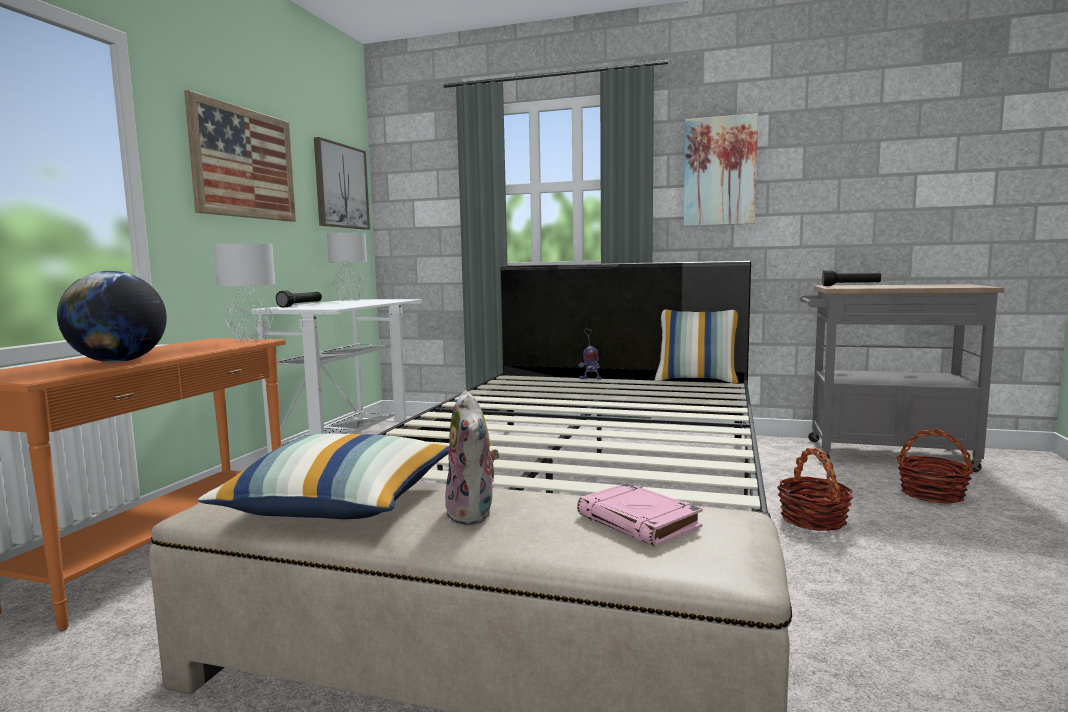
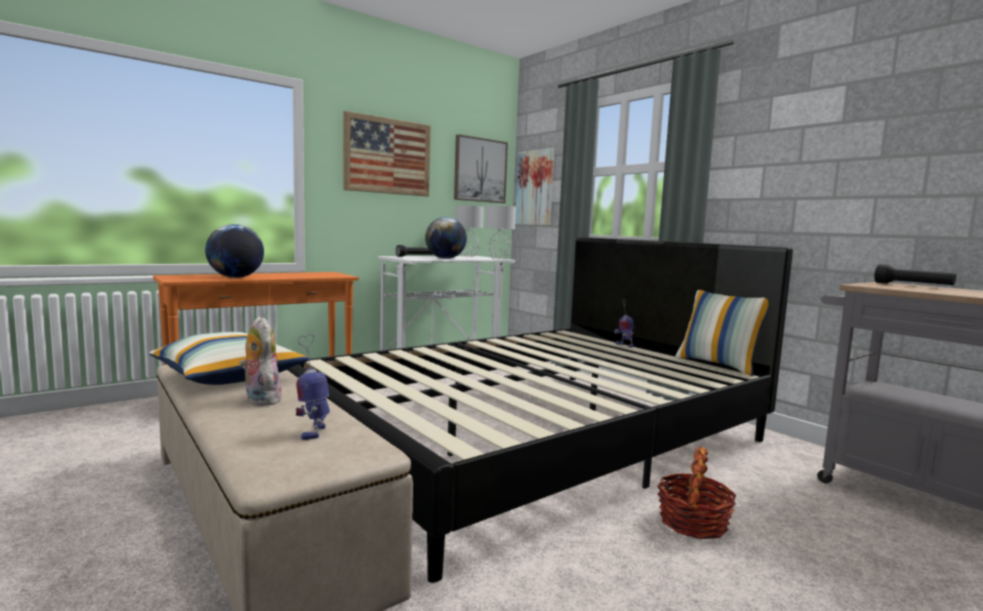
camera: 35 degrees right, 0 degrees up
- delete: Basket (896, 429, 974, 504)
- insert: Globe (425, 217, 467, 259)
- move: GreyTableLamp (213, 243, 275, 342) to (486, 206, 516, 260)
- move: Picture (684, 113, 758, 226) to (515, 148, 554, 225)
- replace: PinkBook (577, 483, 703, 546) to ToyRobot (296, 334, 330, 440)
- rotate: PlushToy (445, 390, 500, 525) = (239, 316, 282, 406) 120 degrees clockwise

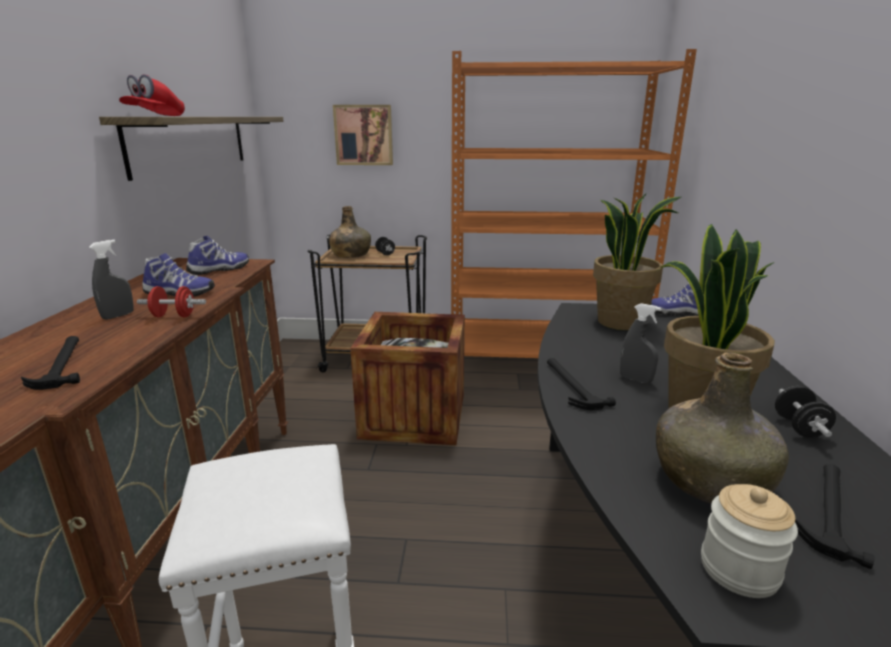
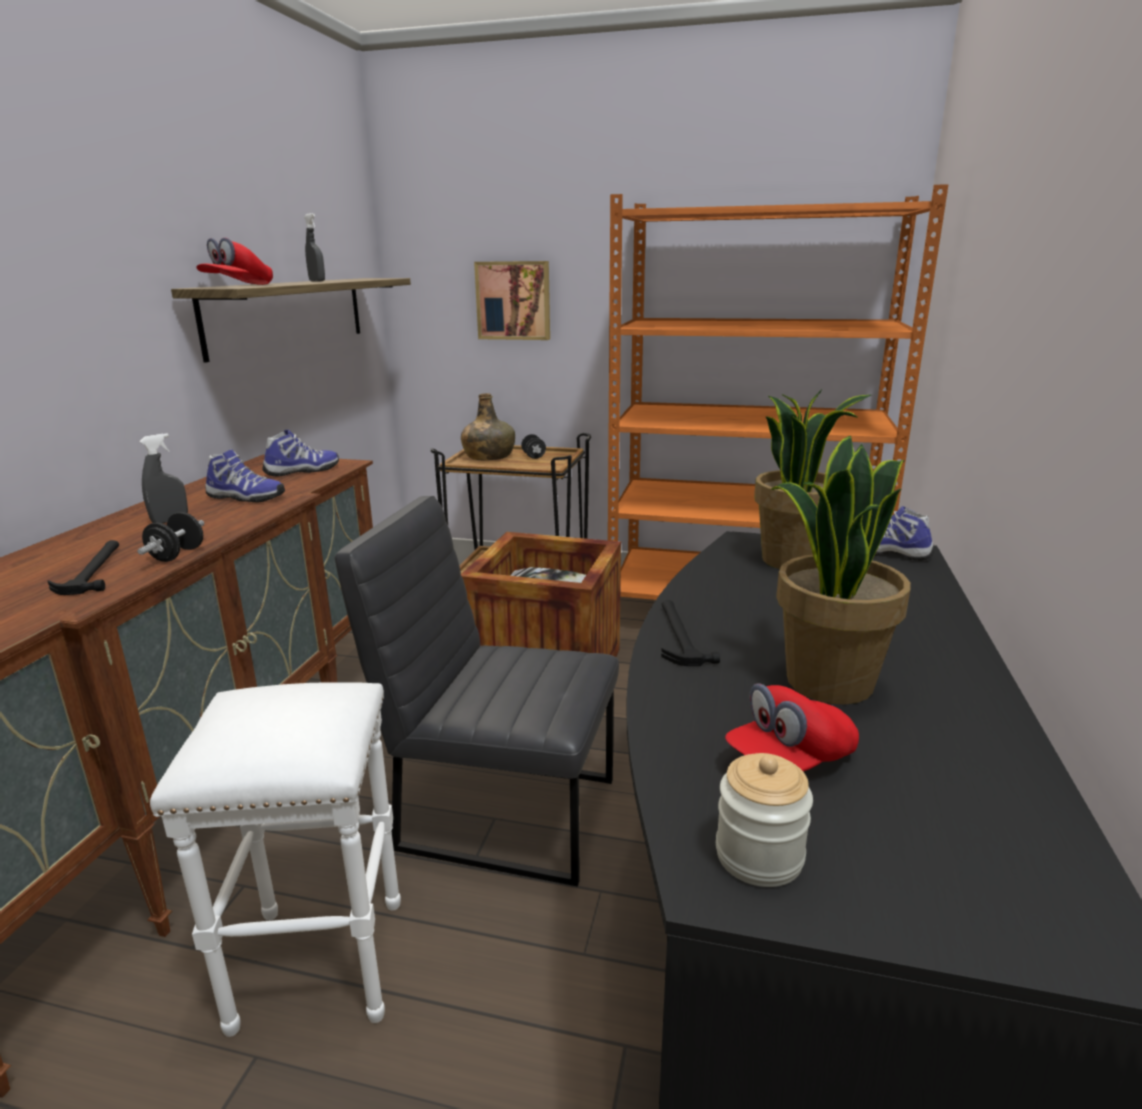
camera: 10 degrees right, 0 degrees up
- delete: RedDumbbell (137, 286, 206, 317)
- delete: Hammer (795, 464, 874, 569)
- insert: GreyChair (335, 496, 619, 886)
- move: GreySprayBottle (620, 303, 661, 383) to (304, 213, 325, 282)
- move: BlackDumbbell (775, 386, 836, 438) to (137, 512, 205, 562)
- replace: GreenBottle (656, 352, 789, 504) to RedCap (725, 683, 859, 772)

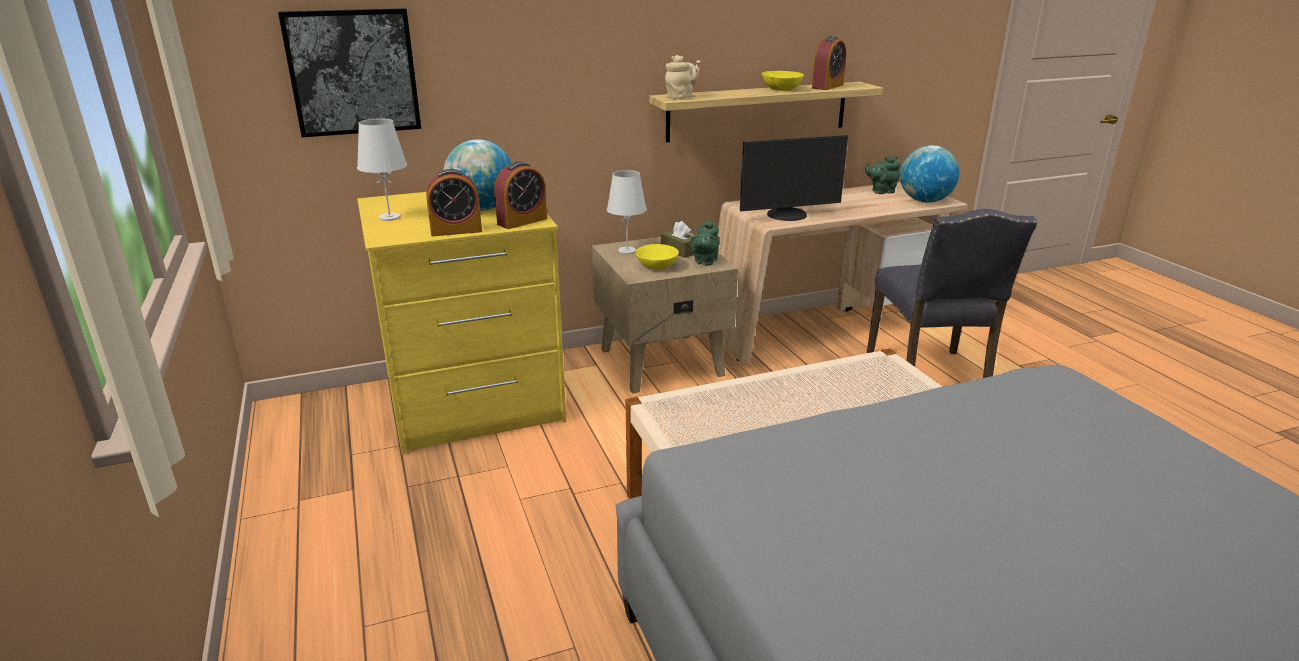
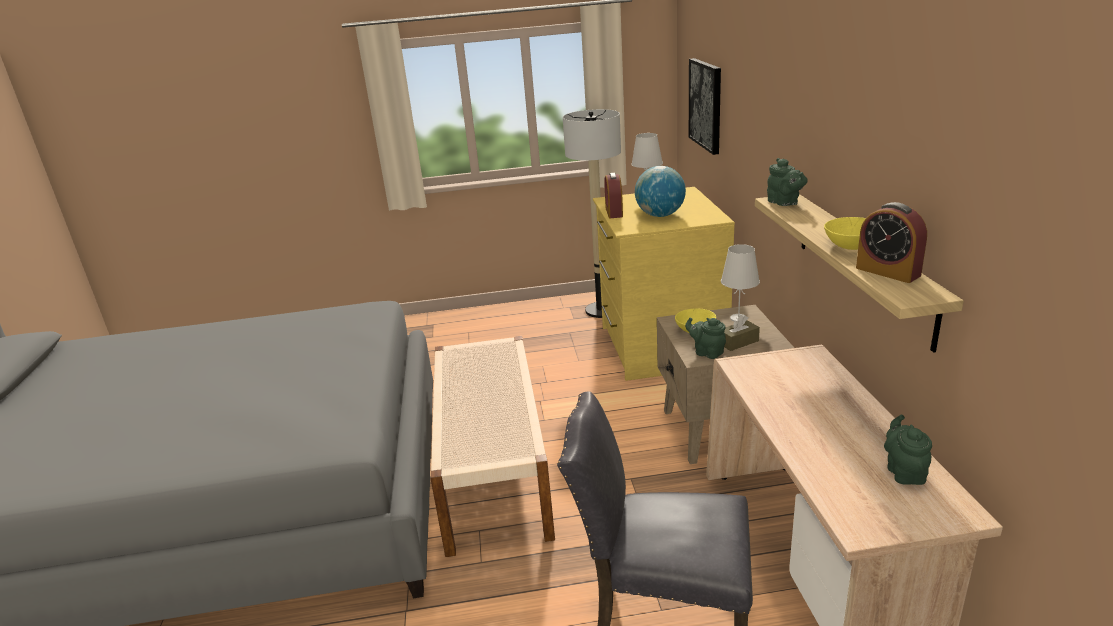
camera: 105 degrees right, 0 degrees up
- delete: AlarmClock (494, 161, 547, 229)
- delete: Monitor (740, 135, 848, 221)
- delete: Globe (900, 145, 960, 203)
- insert: FloorLamp (563, 109, 621, 318)
- recolor: BeigeTeapot (665, 55, 700, 99) to GreenTeapot (767, 158, 808, 206)

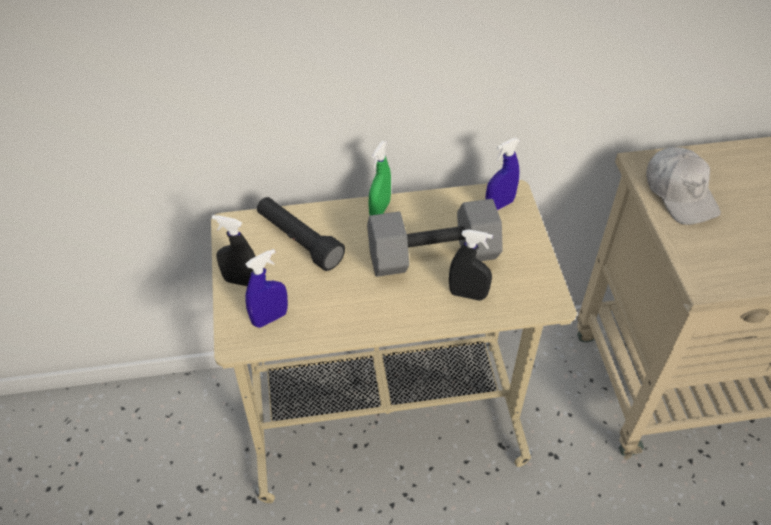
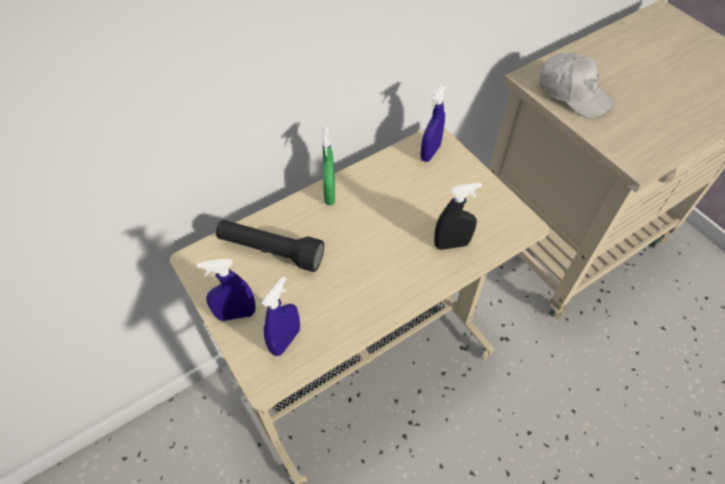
camera: 25 degrees left, 5 degrees up
- delete: GreyDumbbell (367, 199, 503, 277)
- recolor: BlackSprayBottle (212, 215, 256, 286) to BlueSprayBottle (197, 259, 256, 321)

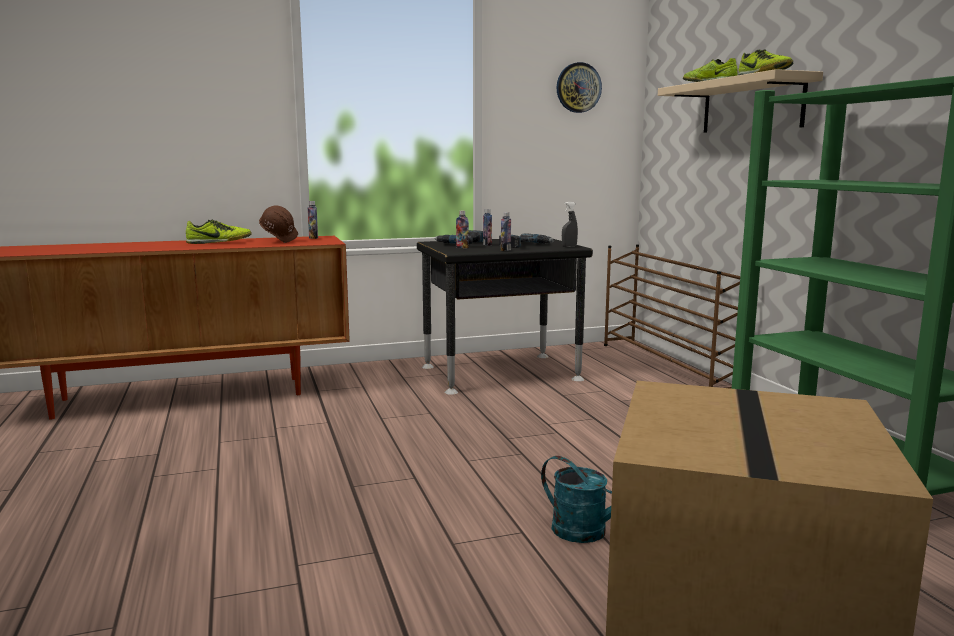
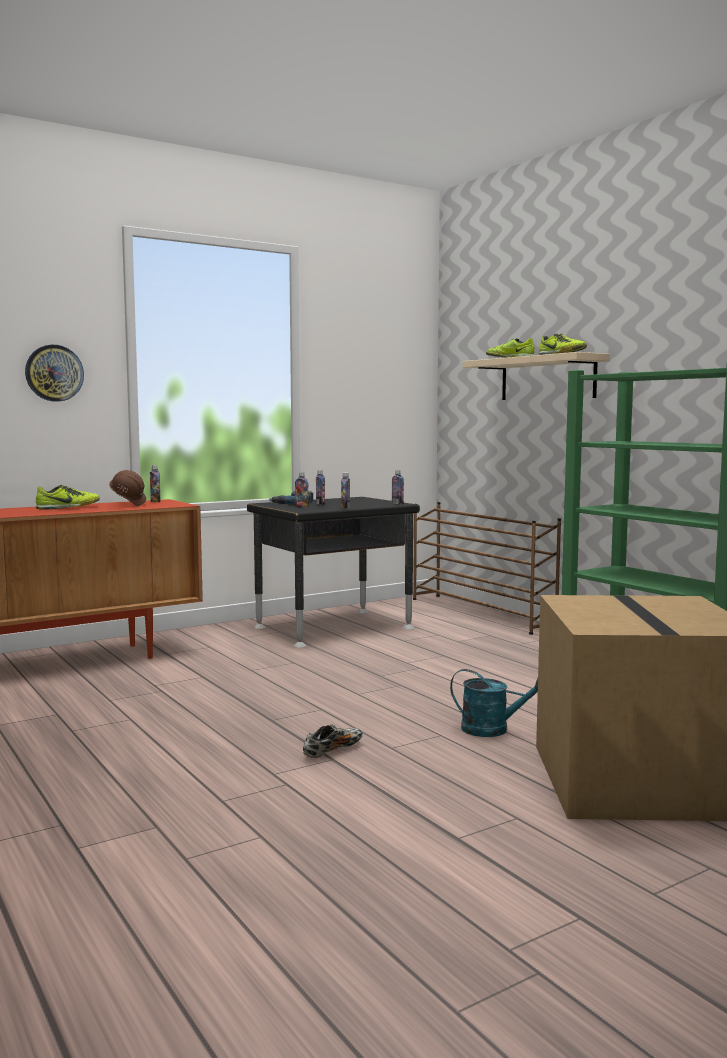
camera: 15 degrees left, 5 degrees down
- delete: PowerDrill (499, 233, 554, 248)
- insert: Shoe (303, 724, 363, 758)
- move: WallClock (556, 62, 602, 113) to (25, 345, 84, 402)
- replace: GreySprayBottle (562, 202, 578, 247) to Bottle (392, 470, 404, 504)

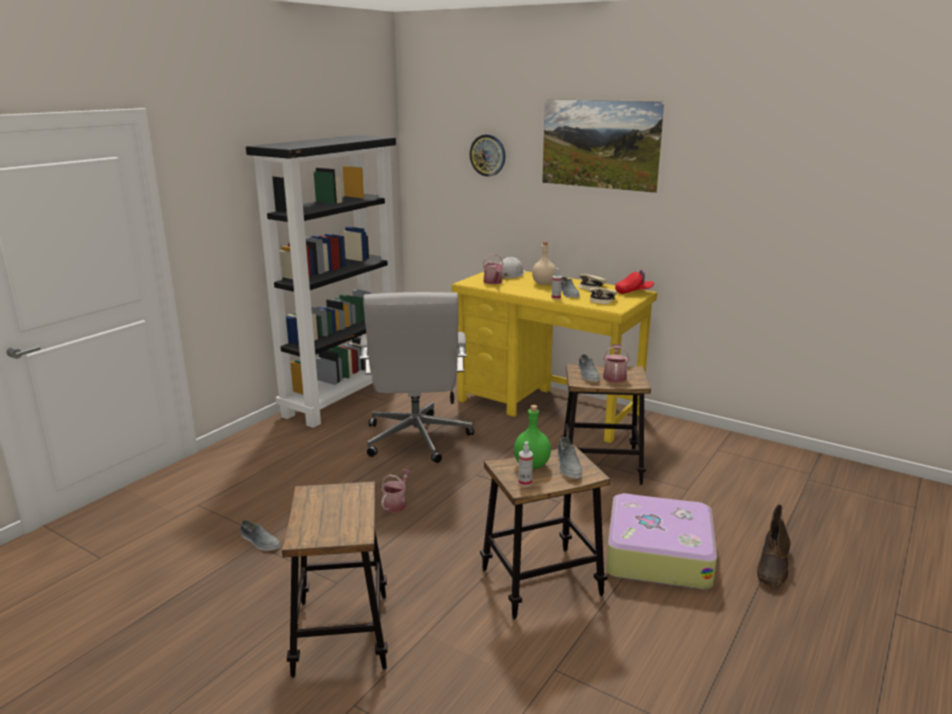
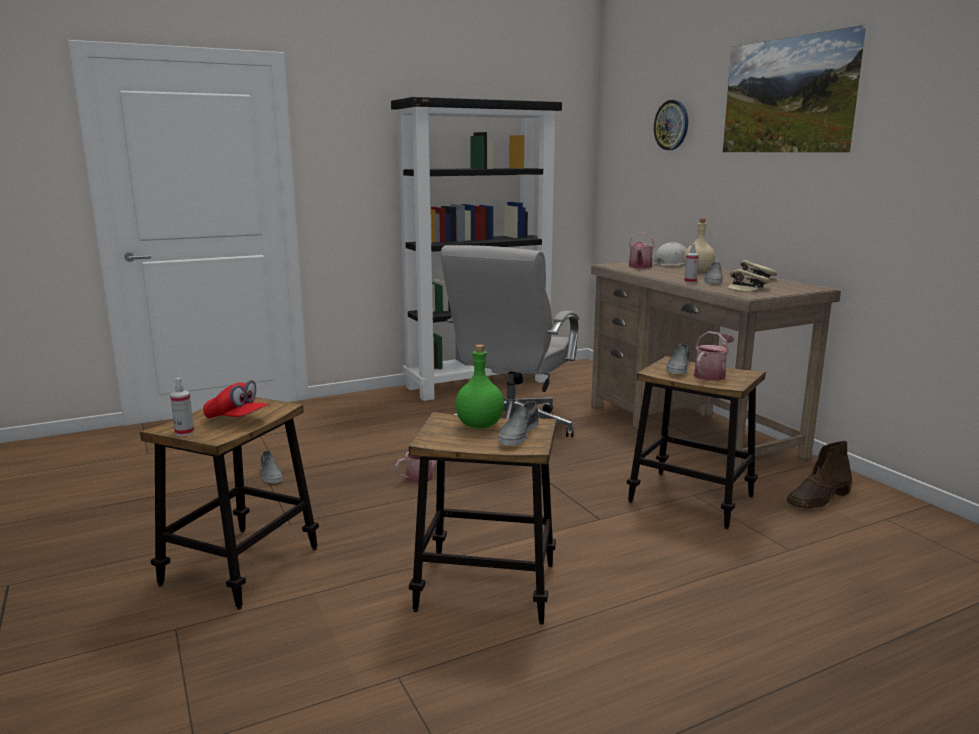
camera: 30 degrees right, 5 degrees down
- delete: Suitcase (606, 493, 717, 590)
- move: SprayBottle (518, 441, 533, 486) to (170, 378, 194, 436)
- move: RedCap (615, 270, 654, 294) to (203, 380, 269, 418)
- move: BrownBoot (757, 504, 790, 587) to (787, 441, 852, 509)
- recolor: YellowDesk (452, 271, 657, 443) to BrownDesk (591, 260, 841, 478)

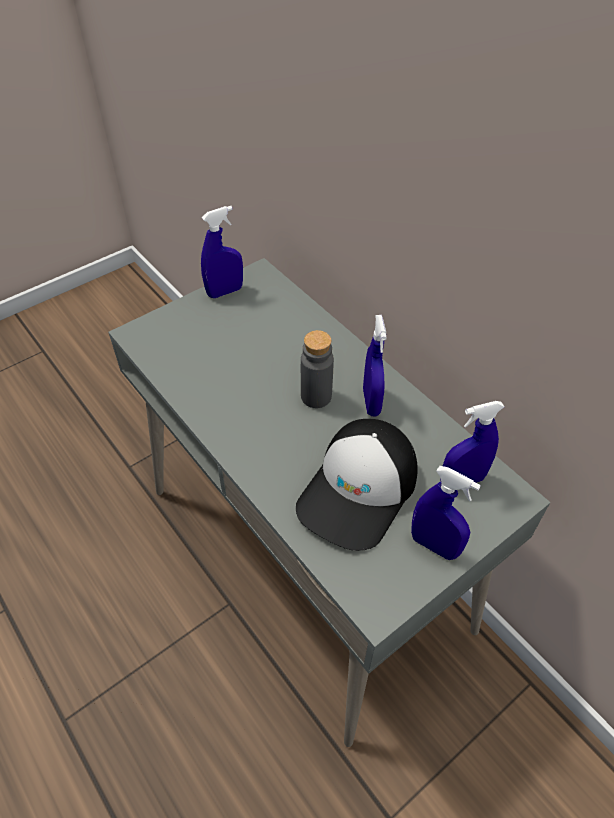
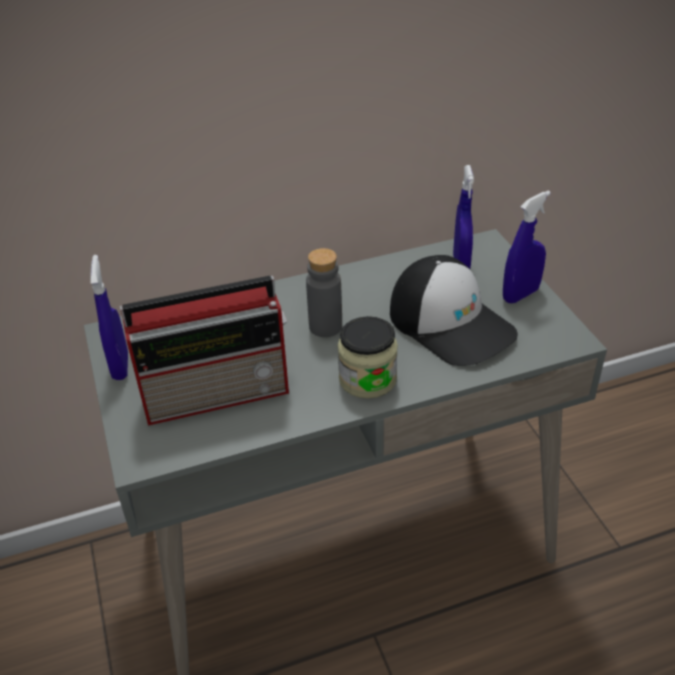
camera: 70 degrees left, 10 degrees down
- delete: BlueSprayBottle (363, 315, 387, 417)
- insert: Radio (120, 276, 289, 426)
- insert: Jar (338, 316, 398, 399)

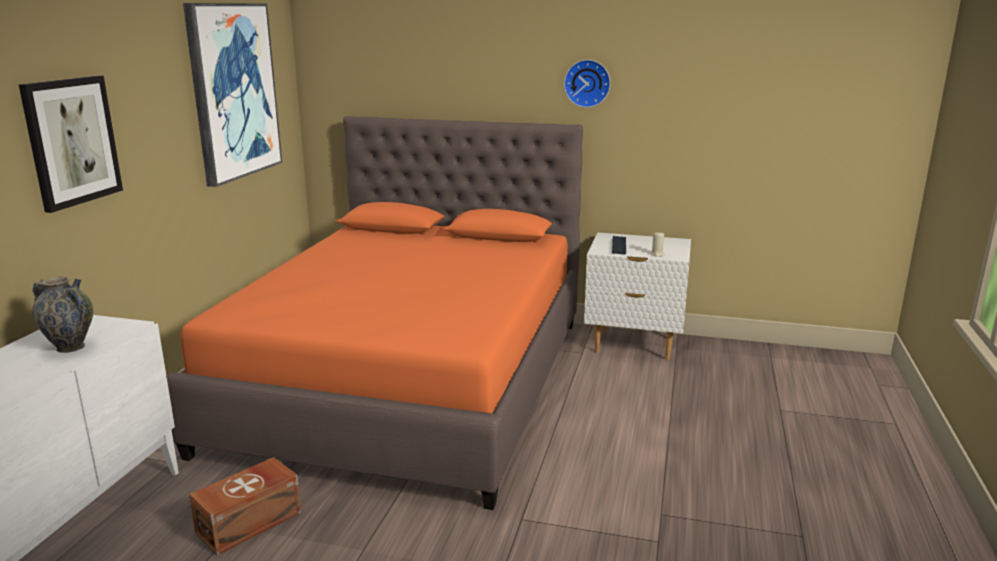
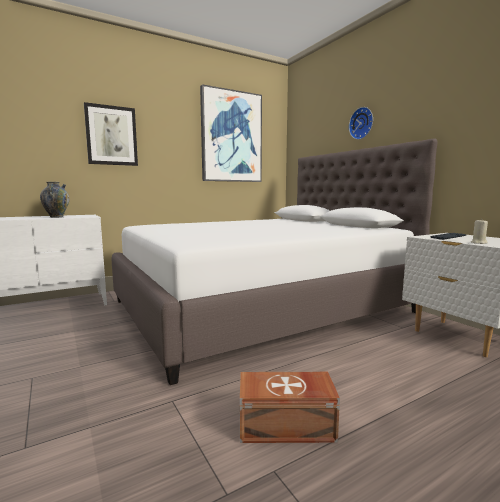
camera: 45 degrees right, 10 degrees down
- move: BrownStorageBox (189, 457, 301, 555) to (239, 372, 340, 443)
- move: WallClock (564, 60, 611, 108) to (349, 107, 373, 140)
- recolor: OrangeBed (166, 116, 583, 510) to WhiteBed (111, 138, 437, 385)

